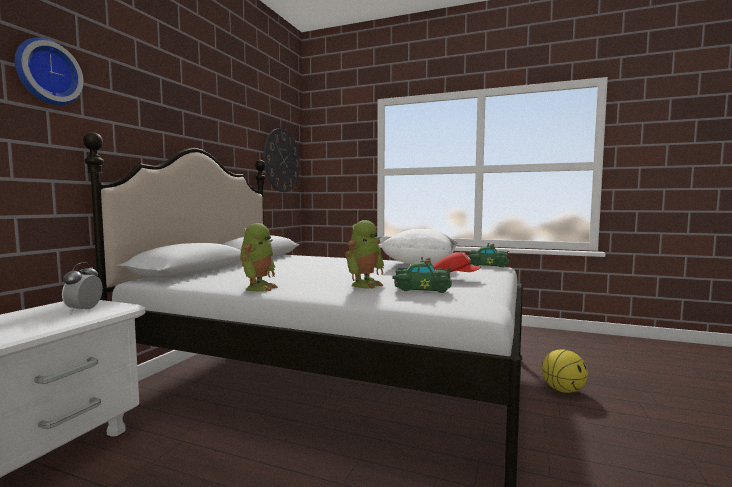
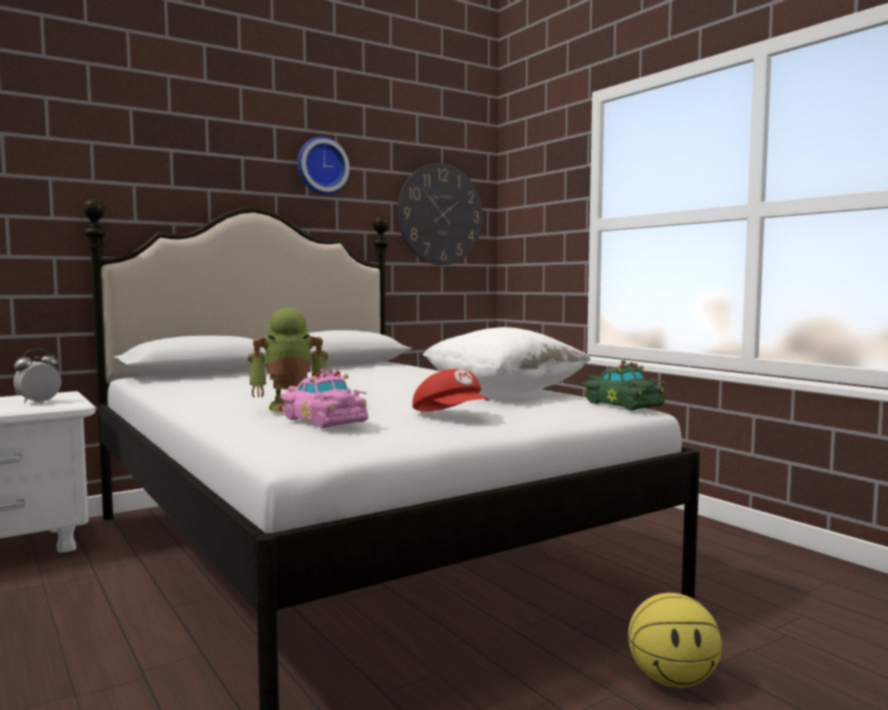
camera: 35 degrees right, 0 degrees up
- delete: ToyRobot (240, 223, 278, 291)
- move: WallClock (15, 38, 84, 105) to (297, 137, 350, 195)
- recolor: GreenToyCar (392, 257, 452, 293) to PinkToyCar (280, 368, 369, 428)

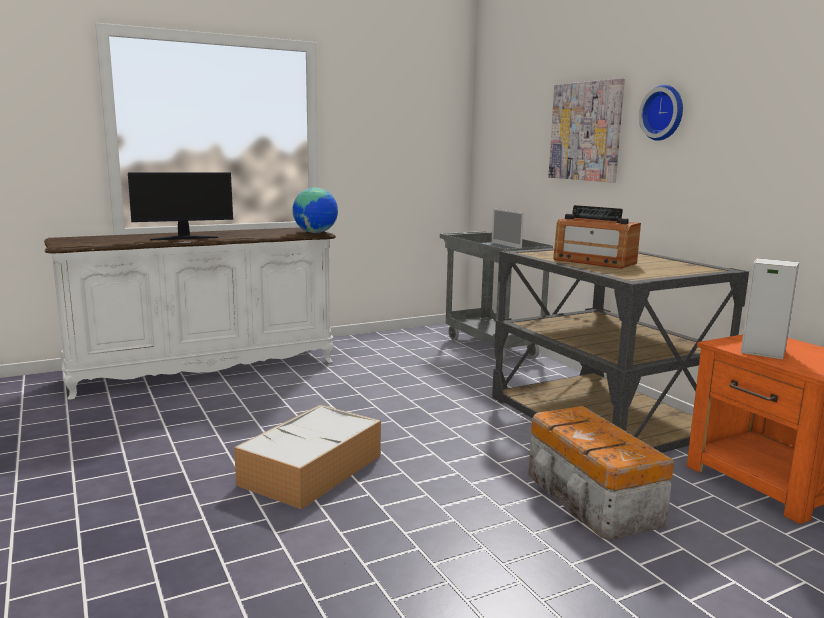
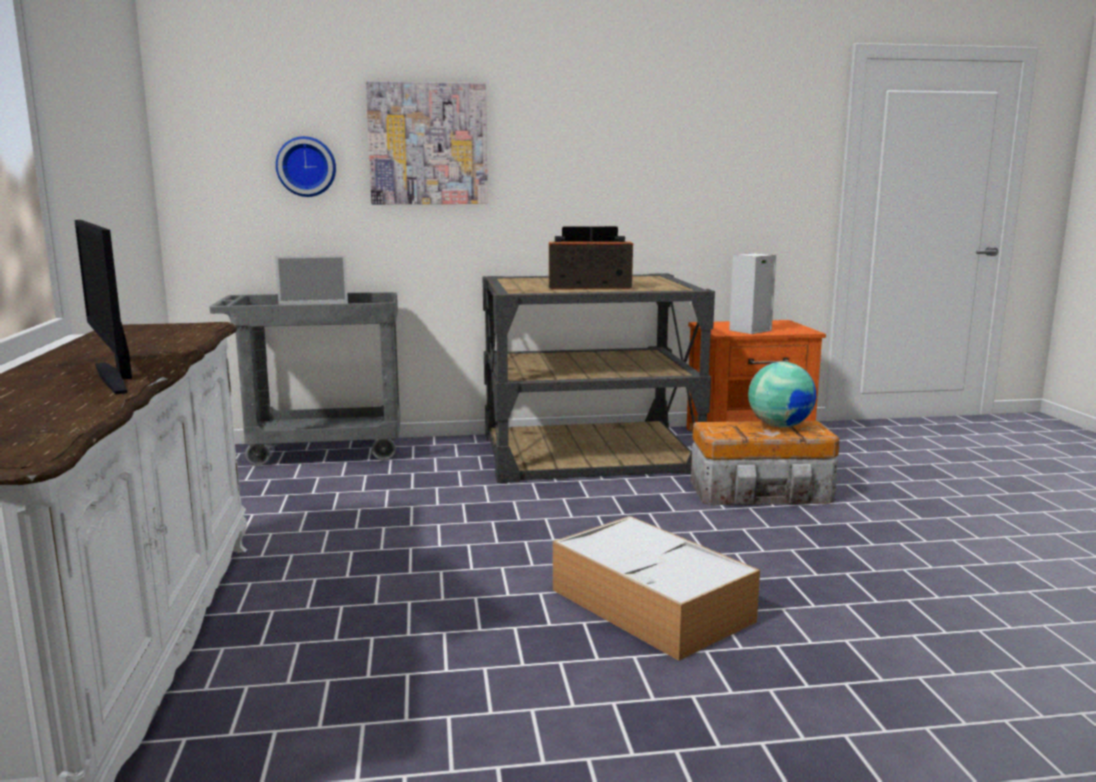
camera: 70 degrees left, 0 degrees up
- move: Globe (292, 188, 338, 233) to (748, 362, 816, 428)
- move: WallClock (639, 85, 683, 141) to (276, 136, 336, 197)
- rotate: Monitor (128, 172, 233, 240) = (75, 220, 132, 394) 150 degrees clockwise
- rotate: Radio (553, 205, 641, 269) = (549, 226, 633, 289) 150 degrees counterclockwise

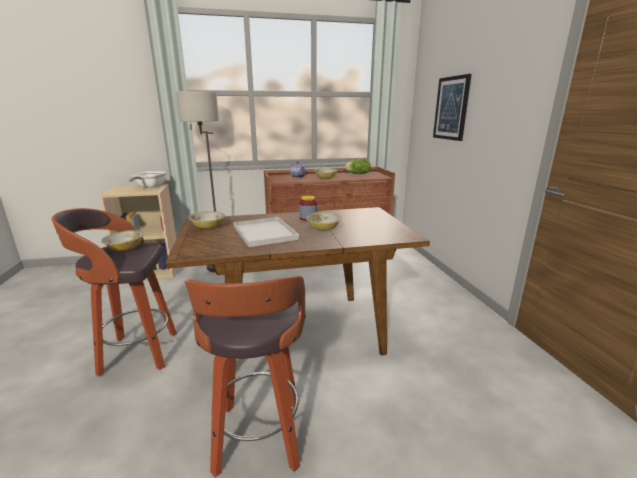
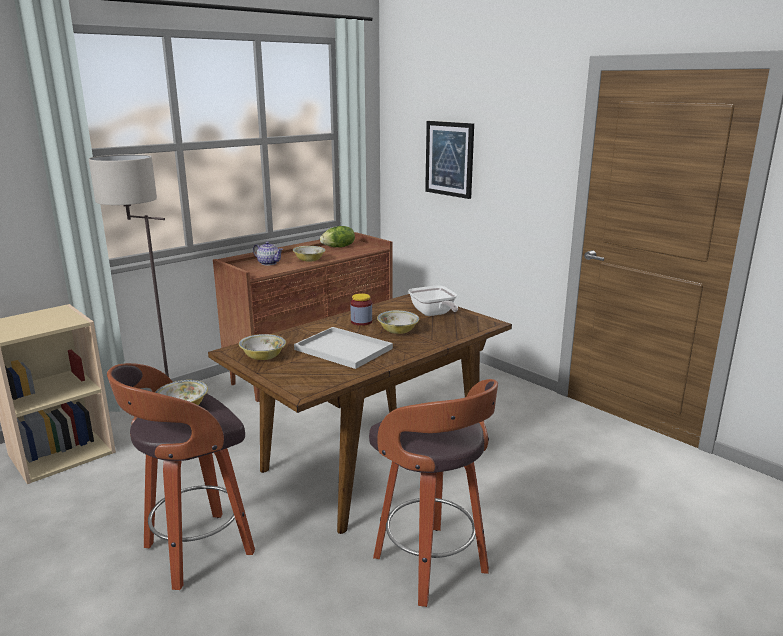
camera: 30 degrees left, 0 degrees up
- move: FryingPan (128, 171, 166, 188) to (408, 285, 458, 316)

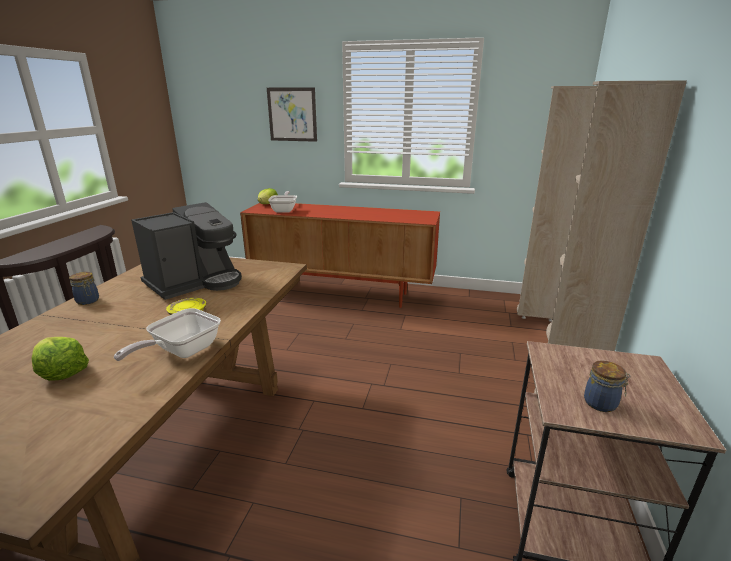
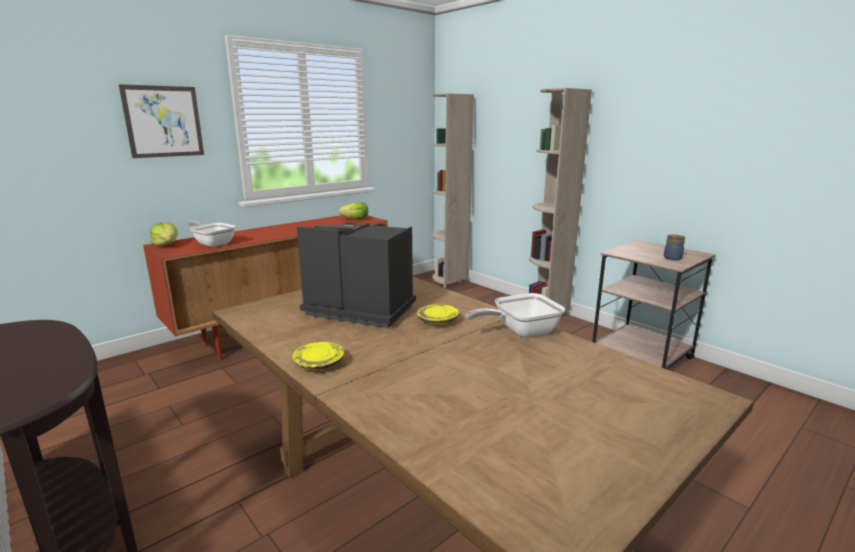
camera: 55 degrees left, 5 degrees down
- move: Lettuce (31, 337, 89, 381) to (338, 202, 368, 219)
- replace: Jar (69, 272, 99, 305) to YellowPlate (292, 342, 344, 370)
- rotate: FryingPan (114, 308, 221, 361) = (465, 293, 565, 338) 90 degrees clockwise
- rotate: CoffeeMachine (131, 202, 242, 300) = (297, 223, 416, 328) 60 degrees counterclockwise

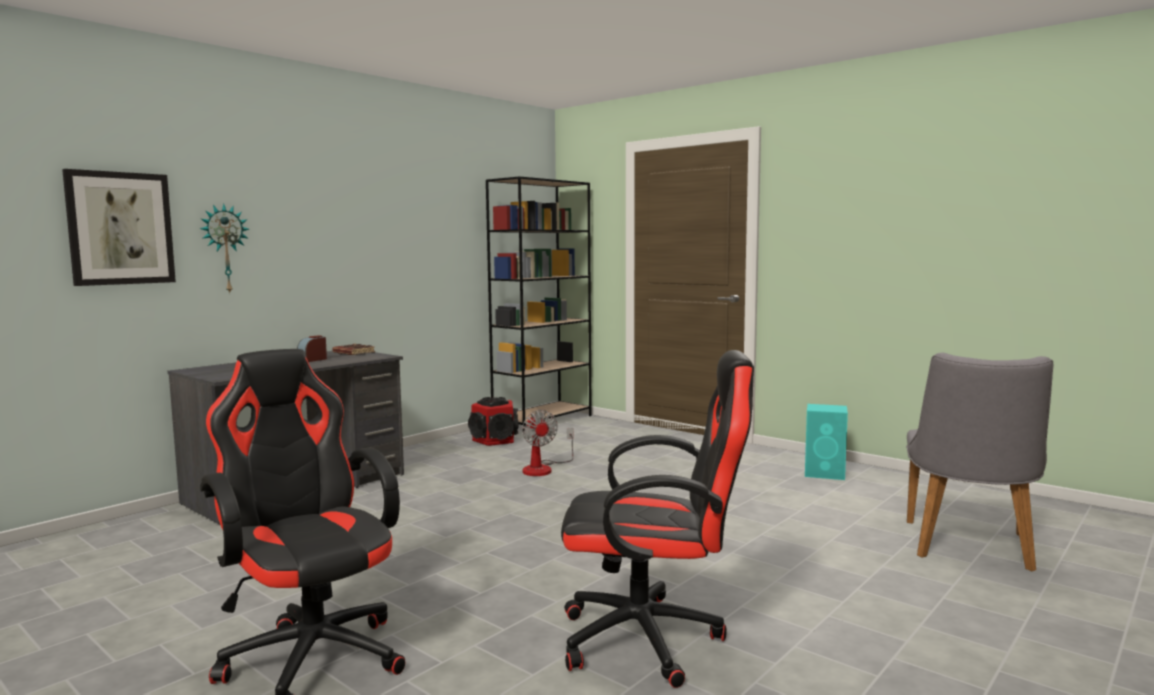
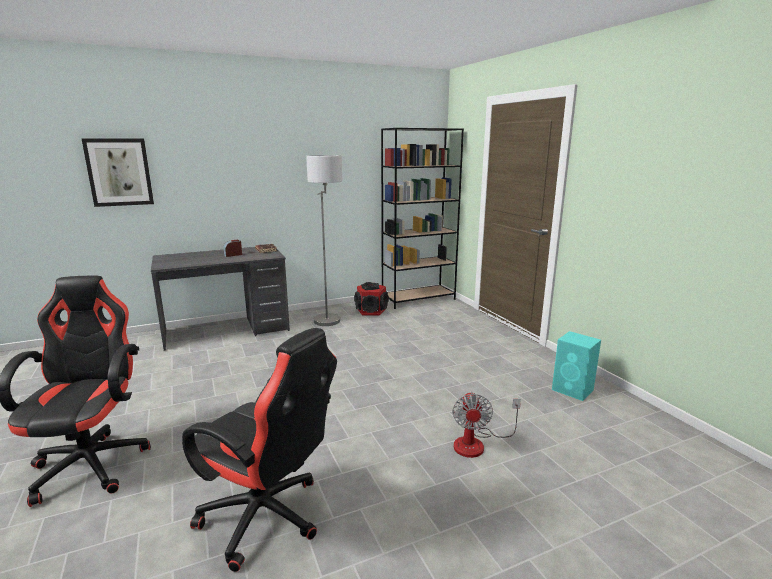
camera: 25 degrees right, 10 degrees up
- delete: WallClock (199, 203, 249, 294)
- delete: GreyChair (906, 352, 1053, 571)
- insert: GreyFloorLamp (306, 155, 342, 326)
- move: Fan (522, 410, 574, 476) to (452, 391, 521, 458)

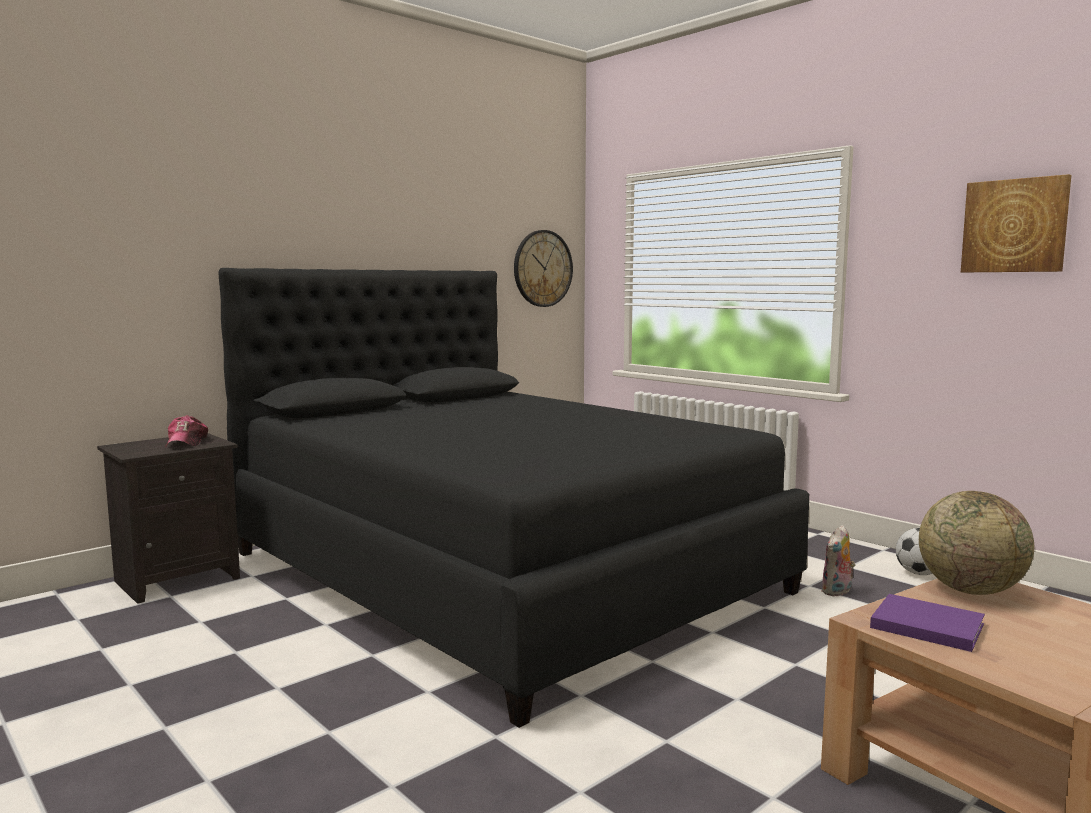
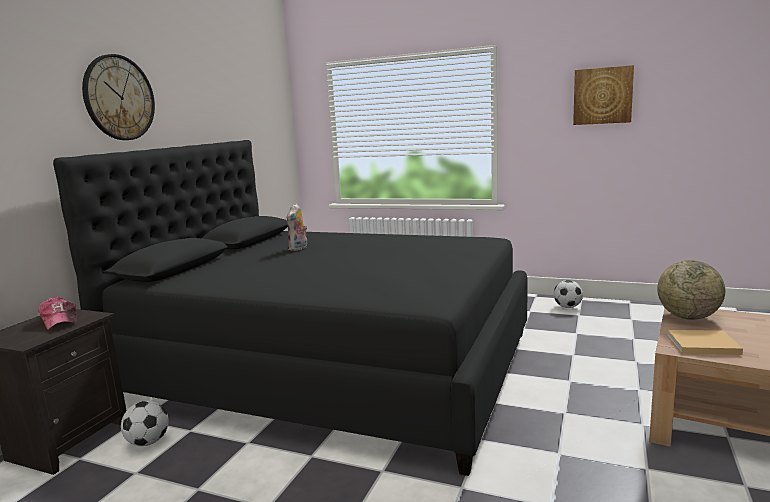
camera: 25 degrees left, 5 degrees up
- insert: Football (121, 400, 169, 446)
- move: WallClock (514, 230, 573, 307) to (82, 54, 155, 140)
- move: PlushToy (821, 525, 855, 596) to (287, 203, 307, 251)
- recolor: PurpleBook (870, 594, 985, 652) to BeigeBook (667, 330, 743, 355)

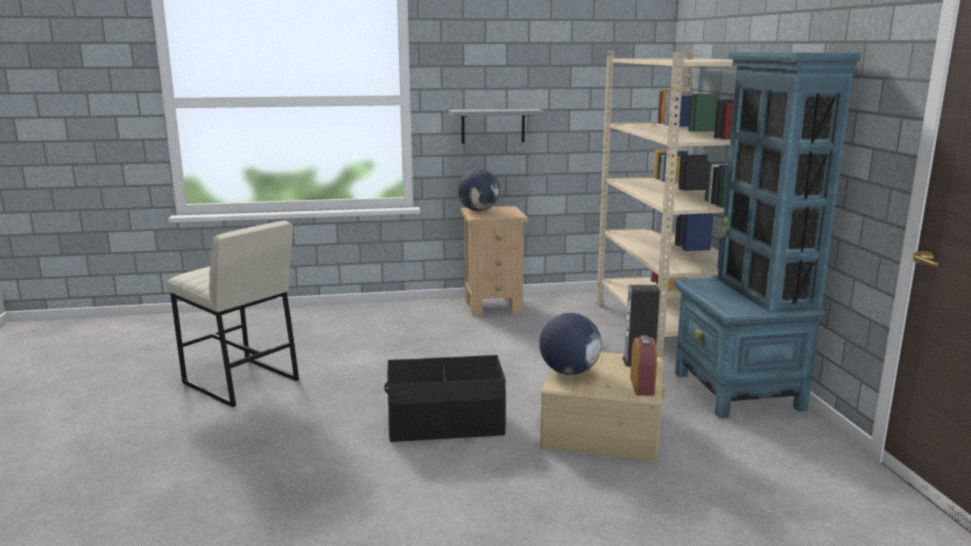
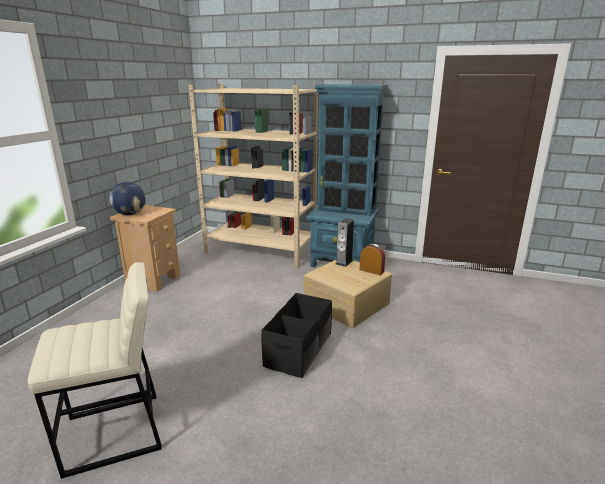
camera: 60 degrees left, 5 degrees up
- delete: GreyShelf (449, 108, 544, 144)
- delete: Globe (539, 313, 602, 375)

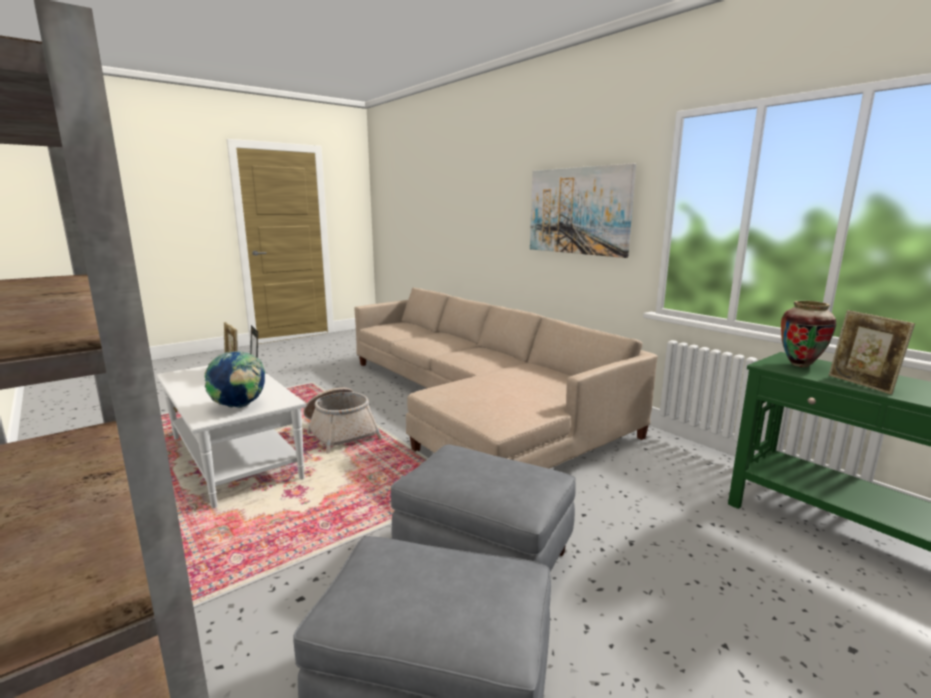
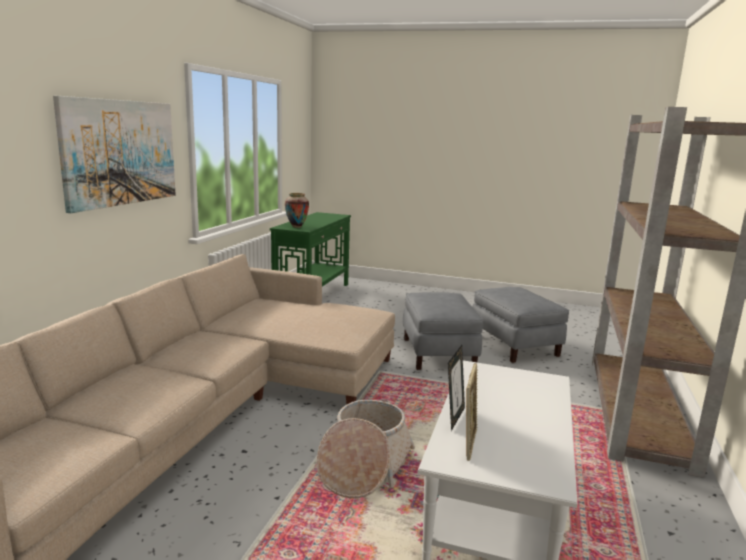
camera: 125 degrees left, 0 degrees up
- delete: Globe (204, 351, 265, 408)
- delete: PictureFrame (829, 310, 915, 395)

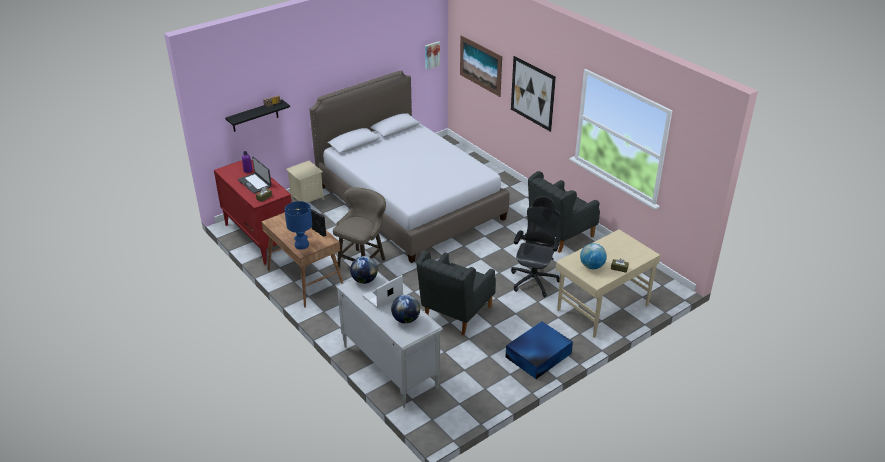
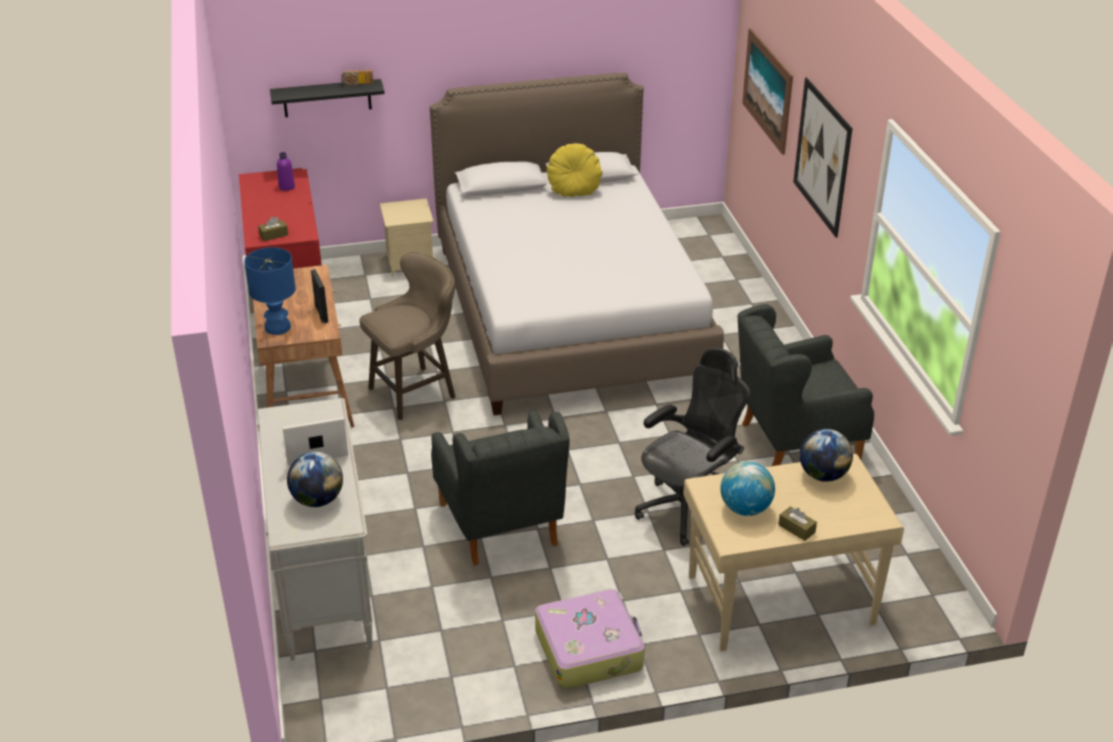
camera: 25 degrees right, 0 degrees up
- delete: Laptop (238, 157, 272, 194)
- delete: Picture (425, 41, 440, 70)
- insert: YellowPillow (547, 143, 602, 197)
- move: Globe (350, 256, 378, 284) to (799, 429, 853, 482)
- replace: BlueStorageBox (505, 321, 573, 379) to Suitcase (535, 589, 645, 689)
- rotate: GreyArmchair (416, 251, 496, 336) = (431, 411, 569, 566) 75 degrees counterclockwise

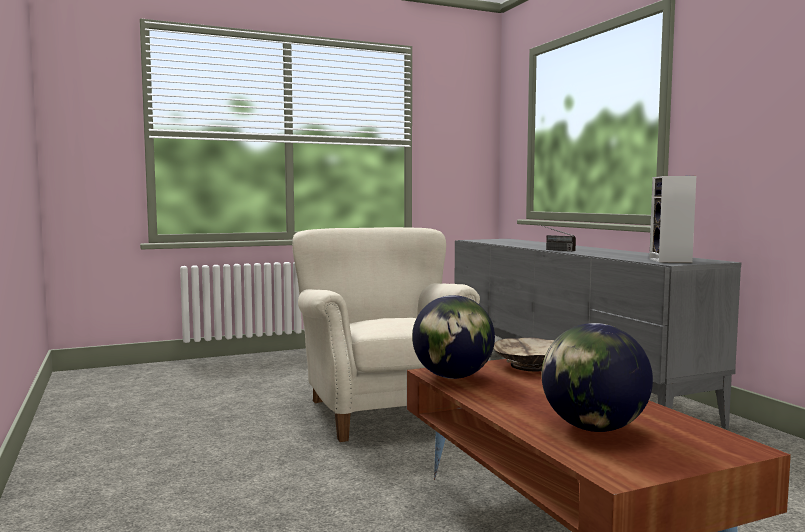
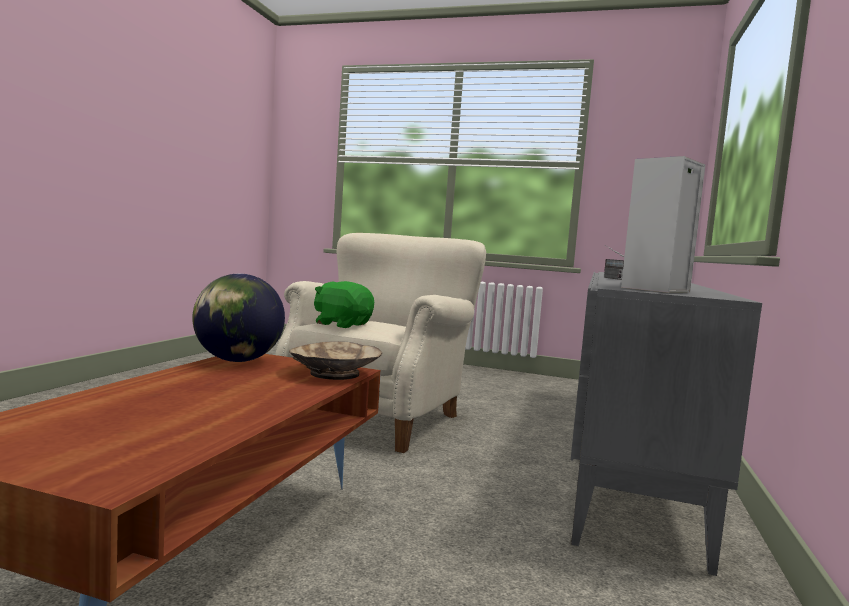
camera: 40 degrees right, 0 degrees up
- delete: Globe (542, 323, 653, 432)
- insert: GreenPlushToy (314, 281, 374, 328)

